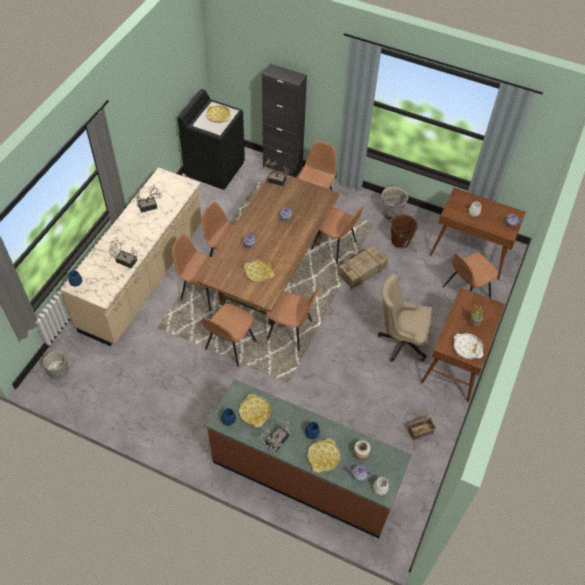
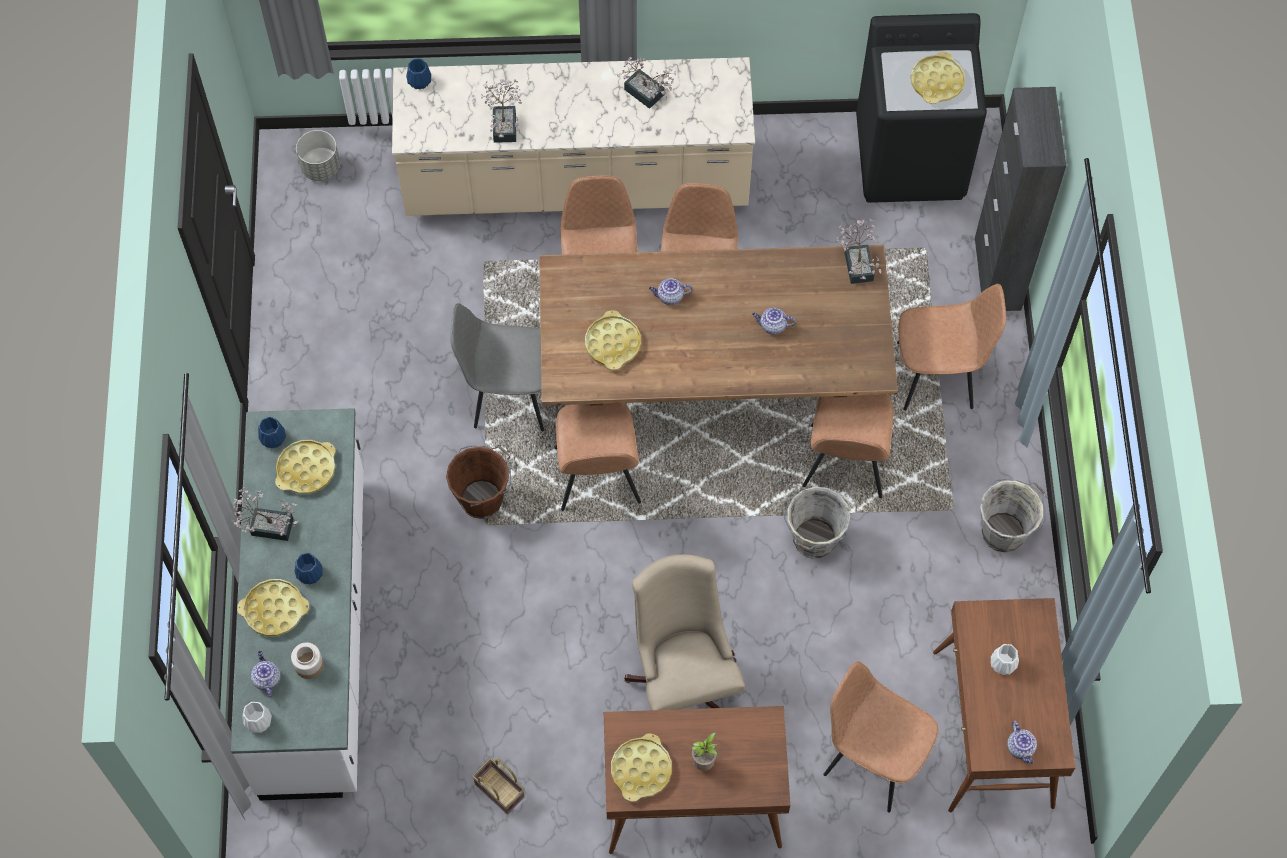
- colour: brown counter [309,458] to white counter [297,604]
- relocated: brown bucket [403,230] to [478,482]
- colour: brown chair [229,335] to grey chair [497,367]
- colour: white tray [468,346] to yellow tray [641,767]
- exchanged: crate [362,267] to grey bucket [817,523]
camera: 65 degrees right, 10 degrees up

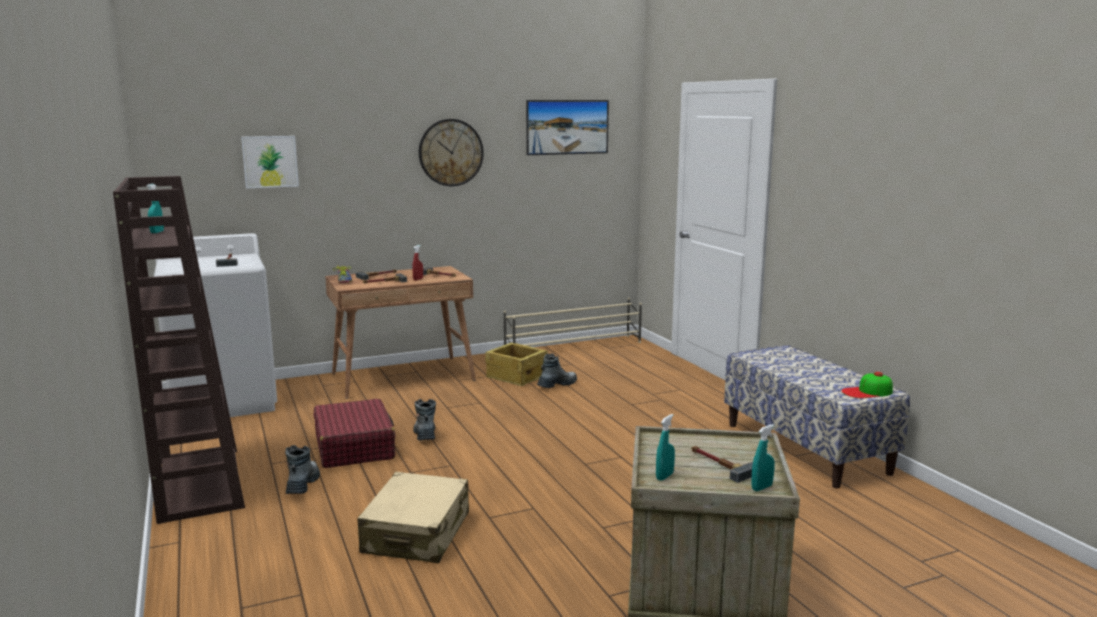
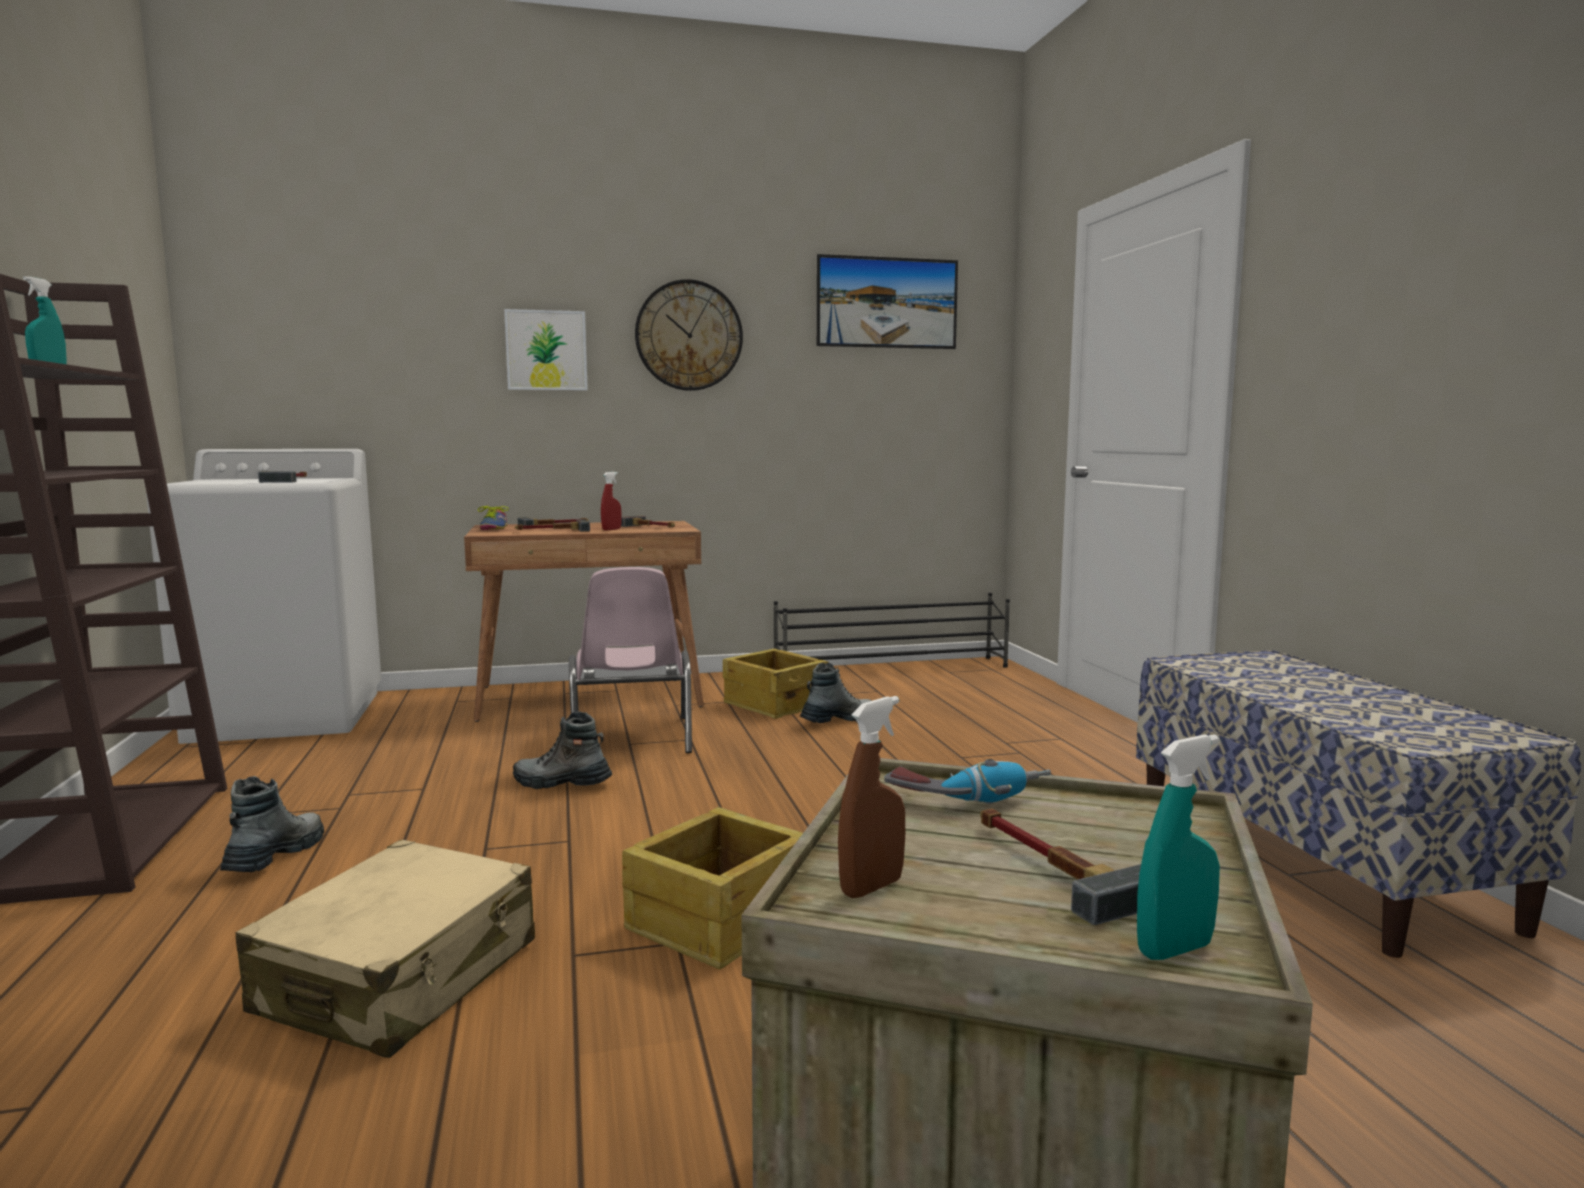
- relocated: picture [270,162] to [546,350]
- spun: boot [424,419] = [562,750] 75 degrees counterclockwise
- appeared: pink chair [630,660]
- appeared: crate [712,888]
- colour: beige shoe rack [573,322] to black shoe rack [892,630]
- colour: turquoise spray bottle [665,447] to brown spray bottle [871,797]
- appeared: power drill [967,781]
- missing: red suitcase [354,433]
- missing: cap [867,385]
camera: 10 degrees right, 5 degrees down

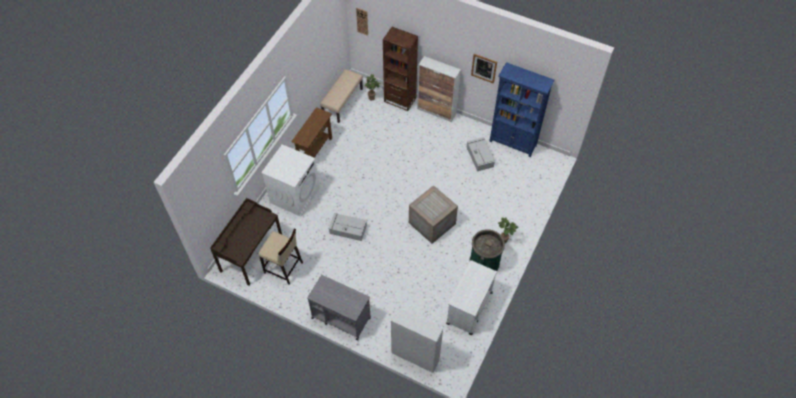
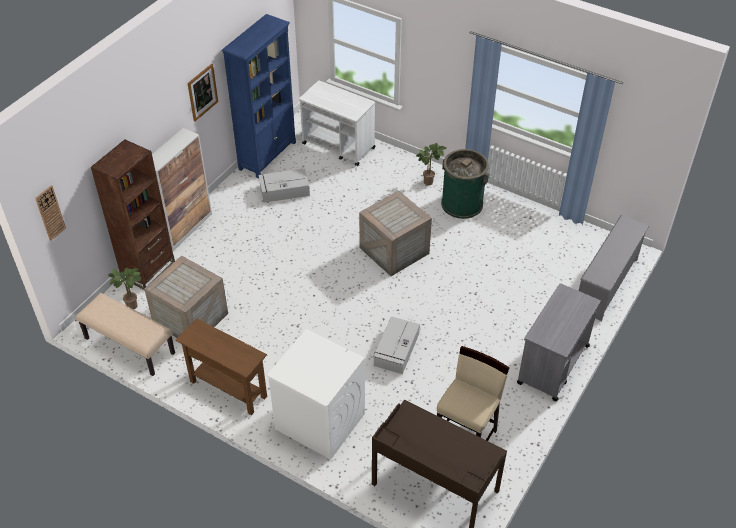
- appeared: crate [186,297]
- relocated: white cart [471,297] to [337,123]
- exchanged: cabinet [417,340] to grey shoe rack [613,268]
camera: 85 degrees left, 10 degrees down

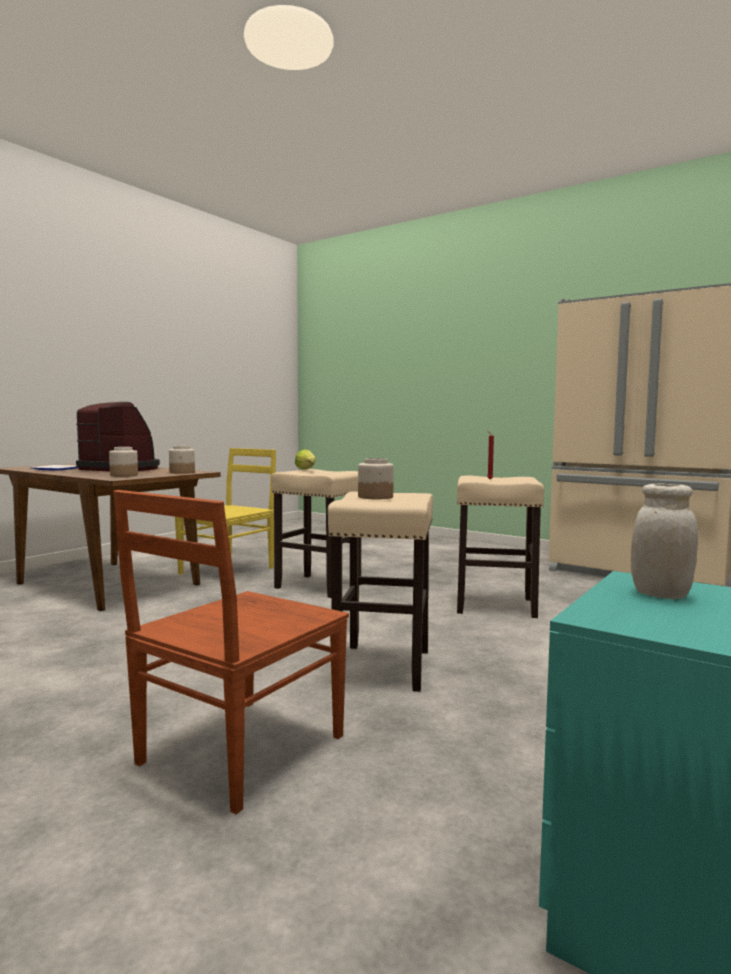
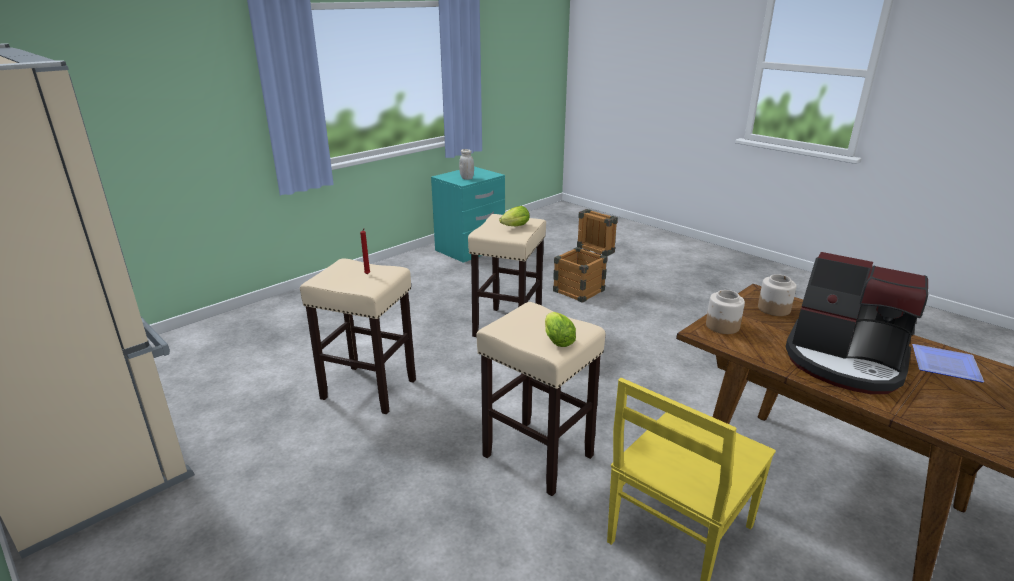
- exchanged: jar [376,478] to lettuce [514,216]
- exchanged: brown chair [231,652] to crate [585,256]
camera: 170 degrees left, 20 degrees up

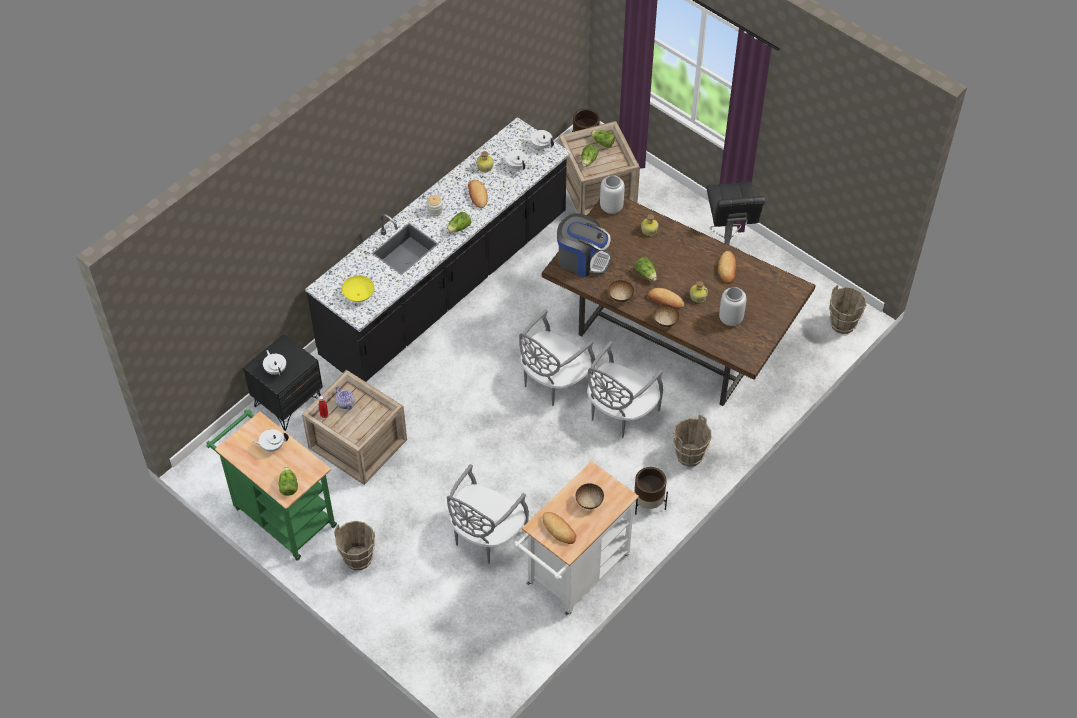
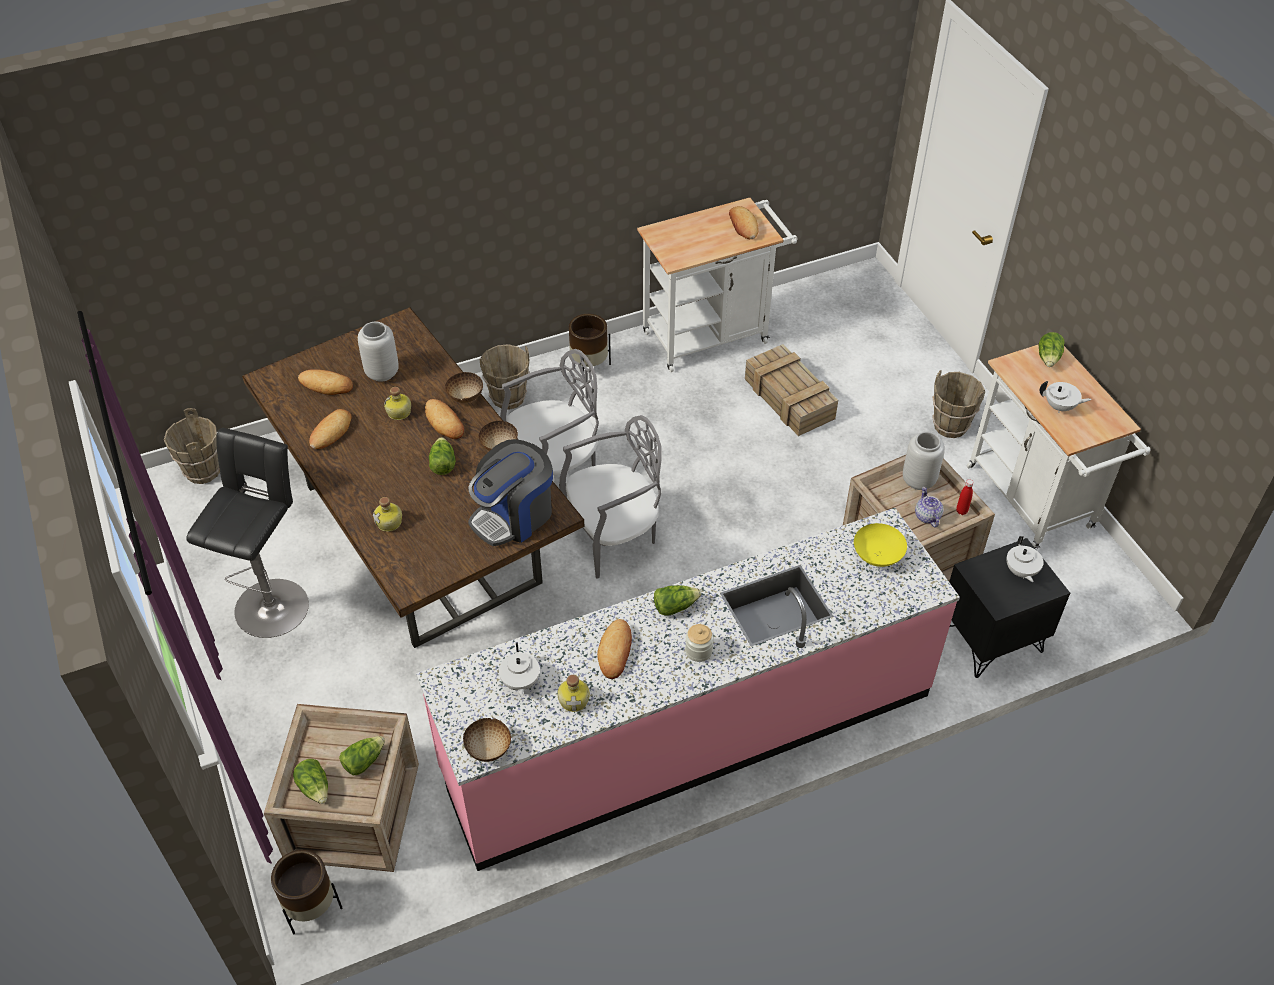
- appeared: bread [325,382]
- colour: black counter [438,249] to pink counter [688,689]
- relocated: bowl [589,496] to [487,740]
- spun: coffee machine [584,245] = [510,492] 90 degrees counterclockwise
- exchanged: grey chair [488,514] to crate [791,390]
- relocated: grey vase [612,194] to [924,461]
- colour: green cart [271,485] to white cart [1058,446]
- missing: white teapot [541,139]
camera: 155 degrees left, 5 degrees down

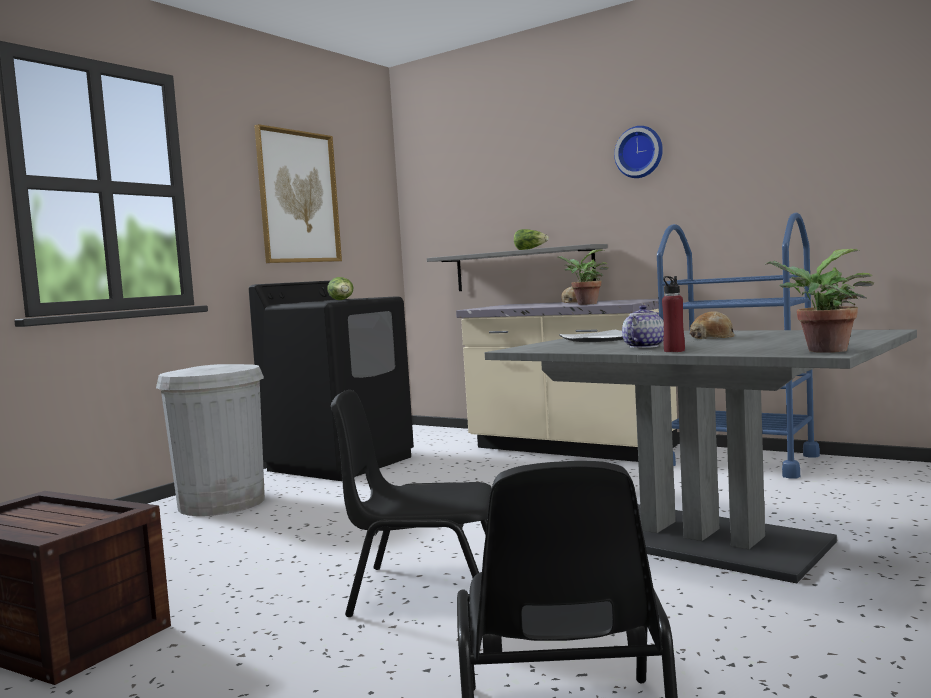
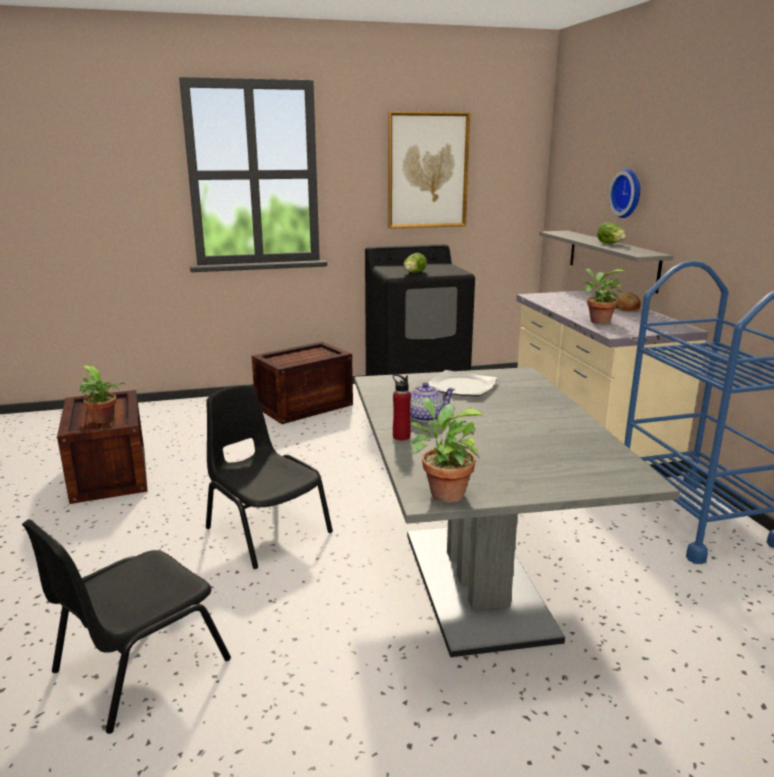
- appeared: potted plant [102,394]
- exchanged: white trash can [210,440] to crate [302,383]
- relocated: wall clock [638,152] to [624,193]
- missing: bread [712,325]
camera: 40 degrees right, 15 degrees up

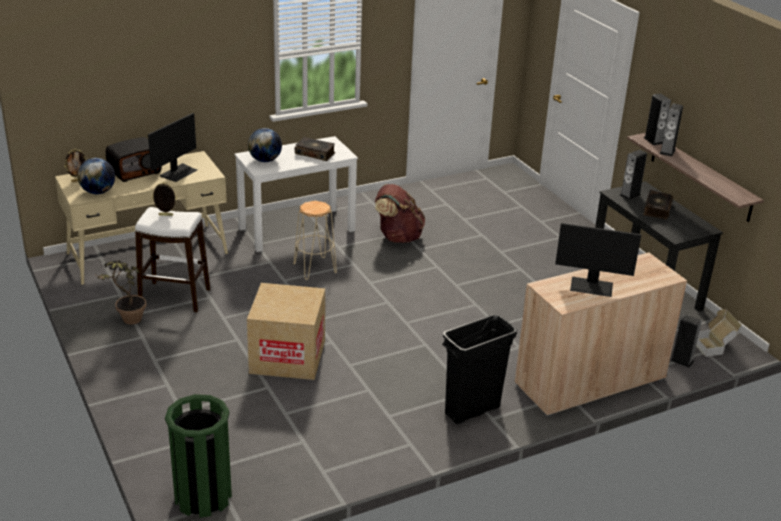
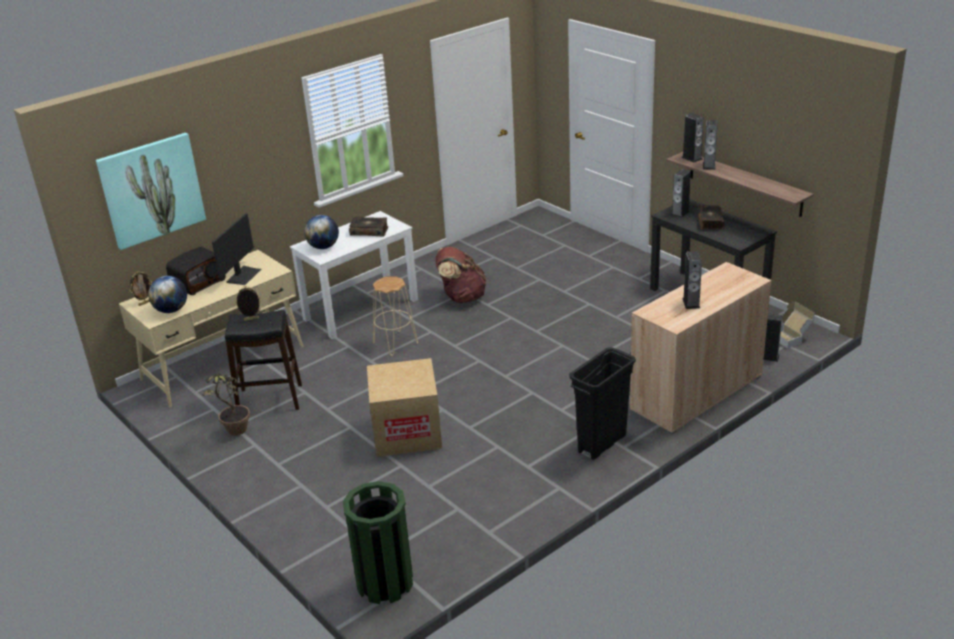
- appeared: picture [151,191]
- colour: white stool [172,259] to black stool [263,360]
- exchanged: monitor [598,260] to speaker [692,280]
camera: 10 degrees left, 0 degrees up

